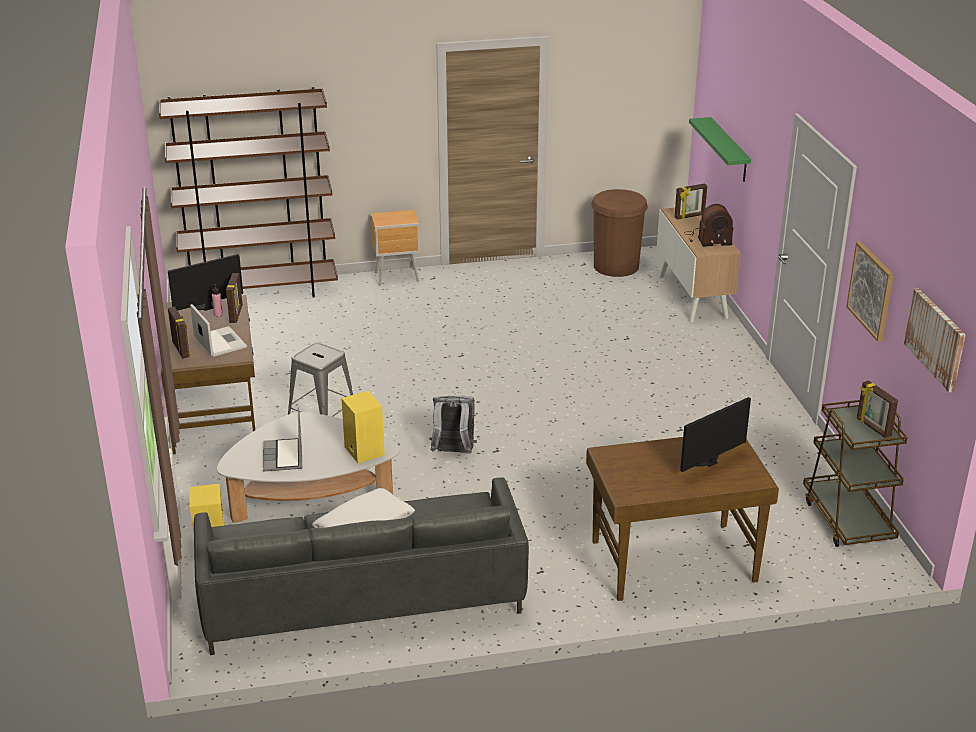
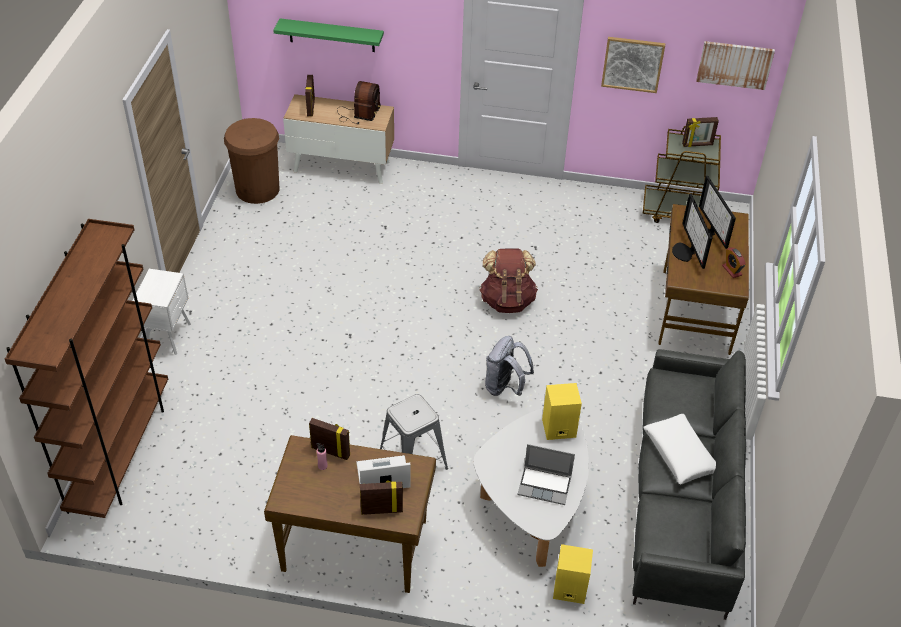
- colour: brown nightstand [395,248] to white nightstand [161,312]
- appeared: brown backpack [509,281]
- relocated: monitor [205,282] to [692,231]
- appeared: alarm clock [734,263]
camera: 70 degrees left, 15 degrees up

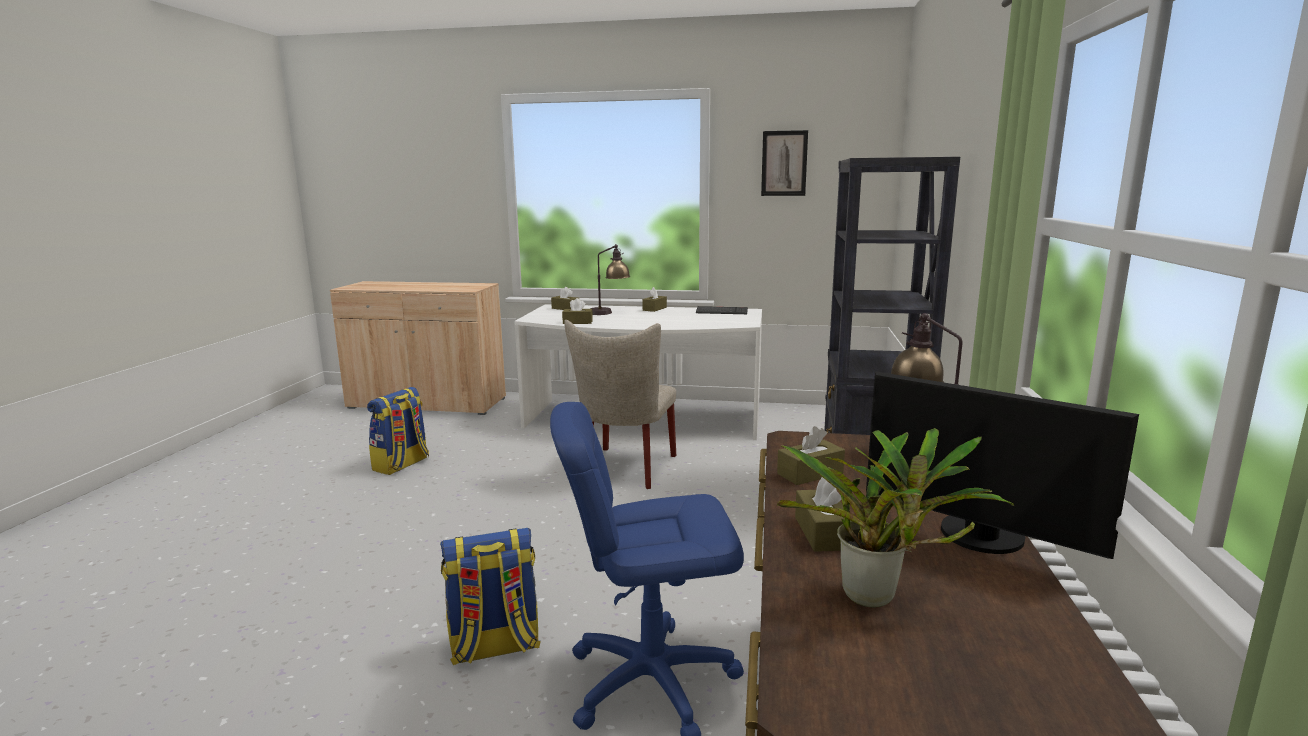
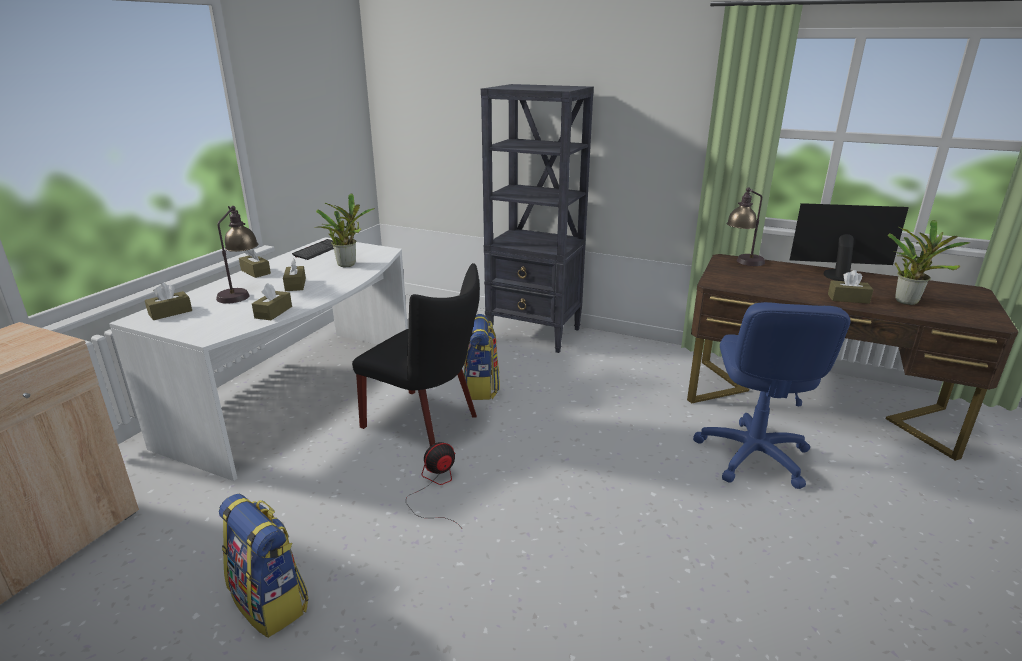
- relocated: brown tissue box [811,455] to [294,274]
- appeared: potted plant [344,230]
- colour: beige chair [620,404] to black chair [416,354]
- appeared: fan [433,484]
- relocated: backpack [490,596] to [482,357]
- spun: monitor [1002,465] = [849,242] 135 degrees counterclockwise
- missing: picture [784,163]
camera: 75 degrees left, 10 degrees up

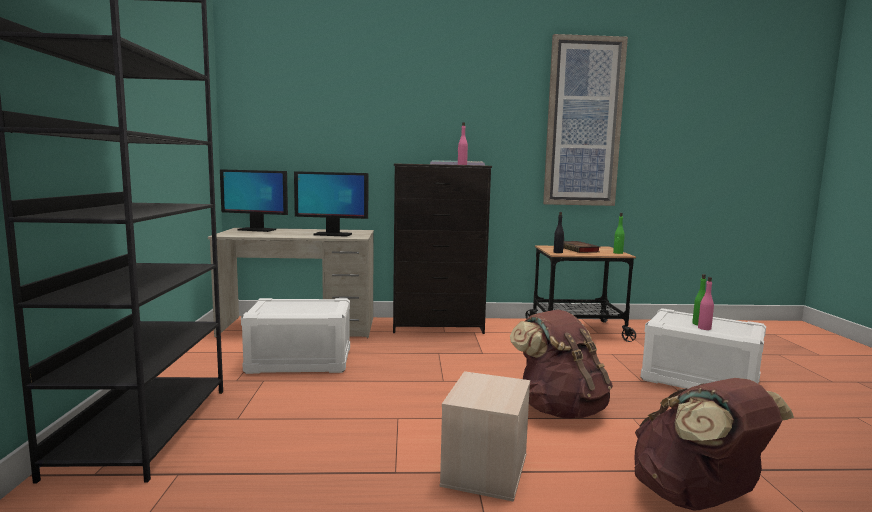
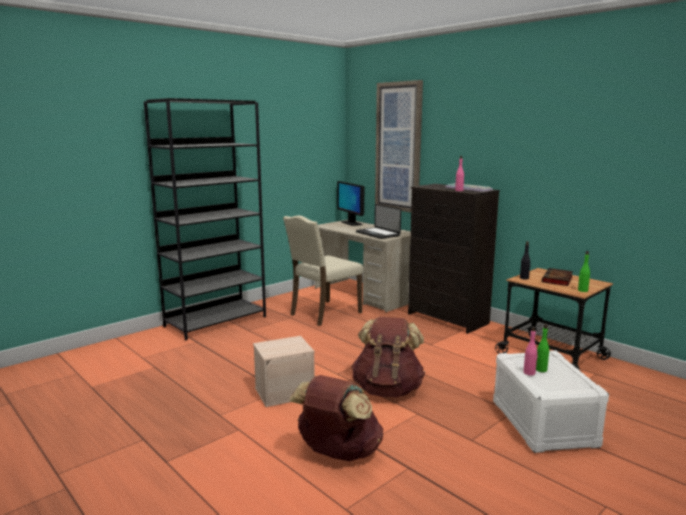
- exchanged: white storage box [295,336] to beige chair [323,270]
- exchanged: monitor [331,204] to laptop [378,221]
- relocated: picture [585,120] to [399,146]
camera: 50 degrees right, 5 degrees up

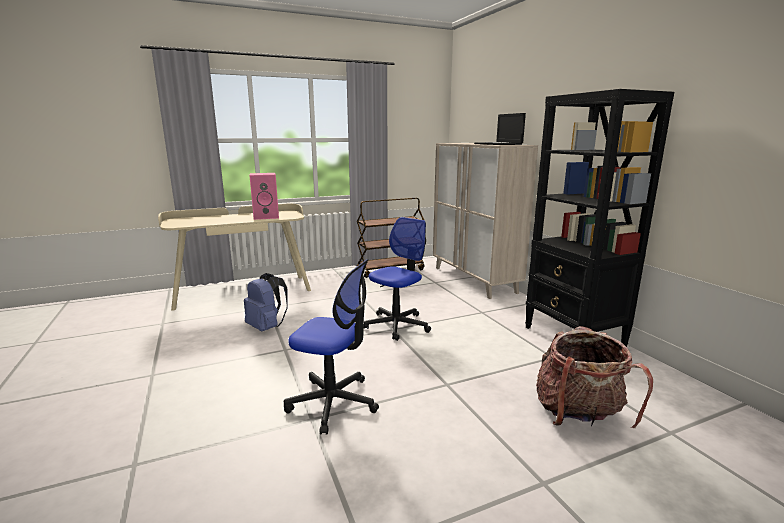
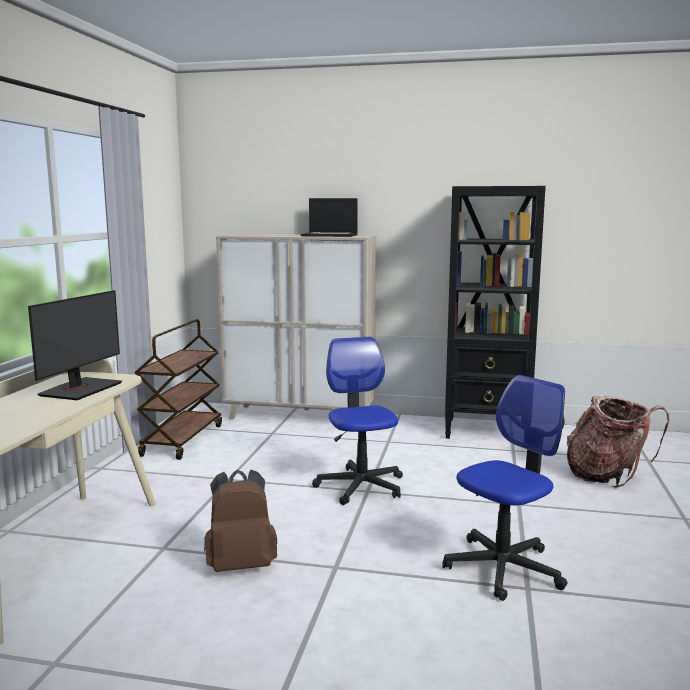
- exchanged: pink speaker [264,196] to monitor [75,345]
- colour: blue backpack [266,302] to brown backpack [240,520]
camera: 55 degrees left, 5 degrees down

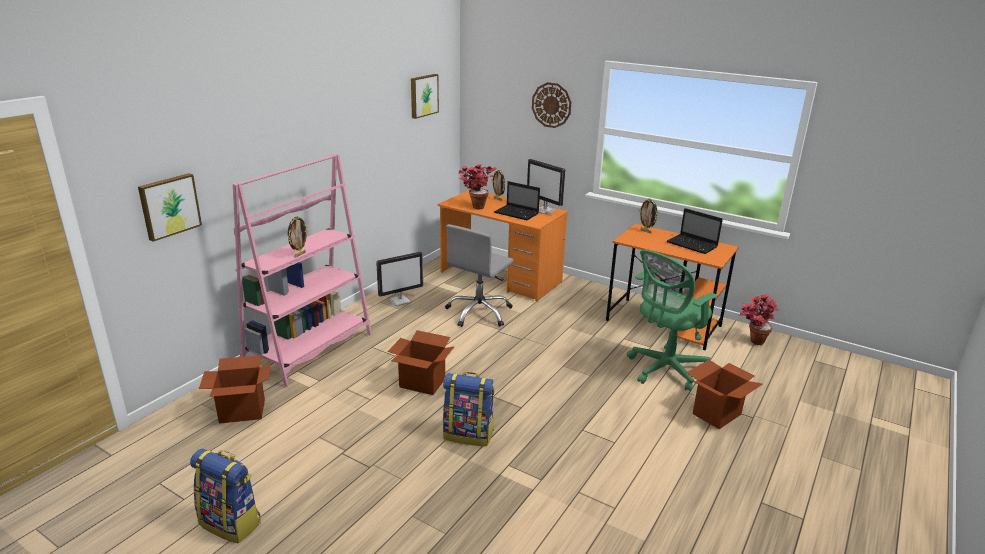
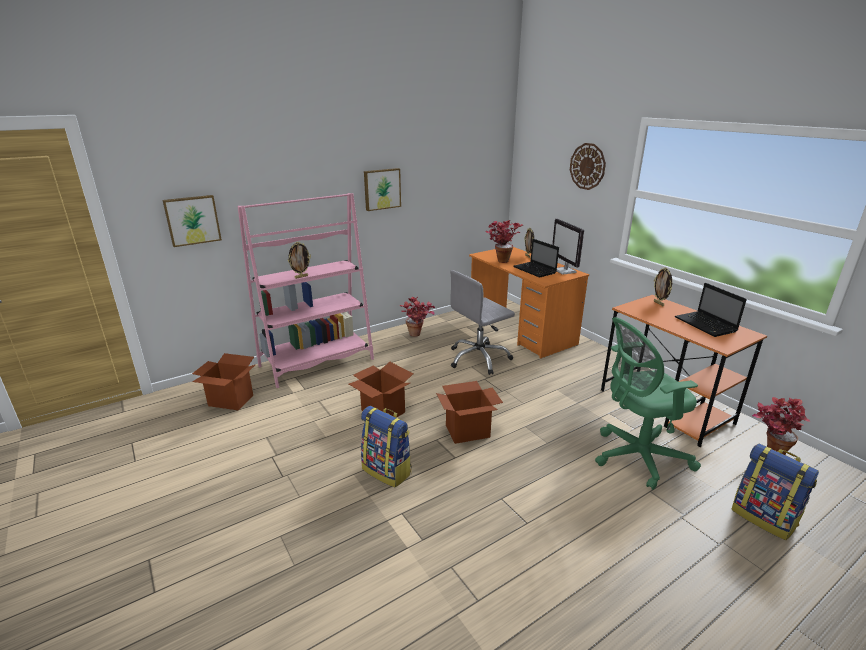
- relocated: picture [425,96] to [382,189]
- exchanged: monitor [399,279] to potted plant [417,317]
- relocated: cardboard box [724,394] to [469,412]
- relocated: backpack [225,496] to [775,491]
camera: 25 degrees right, 0 degrees up

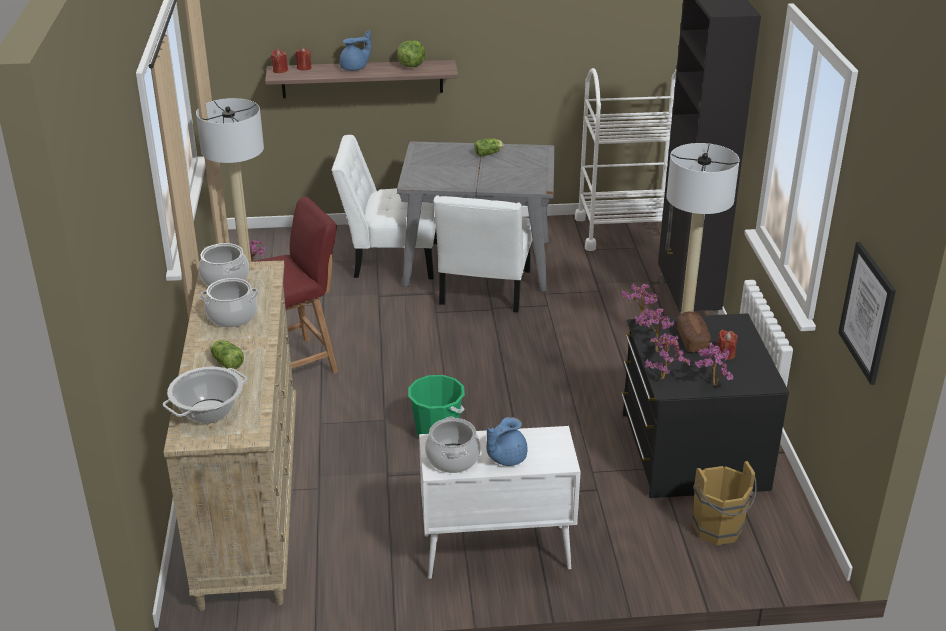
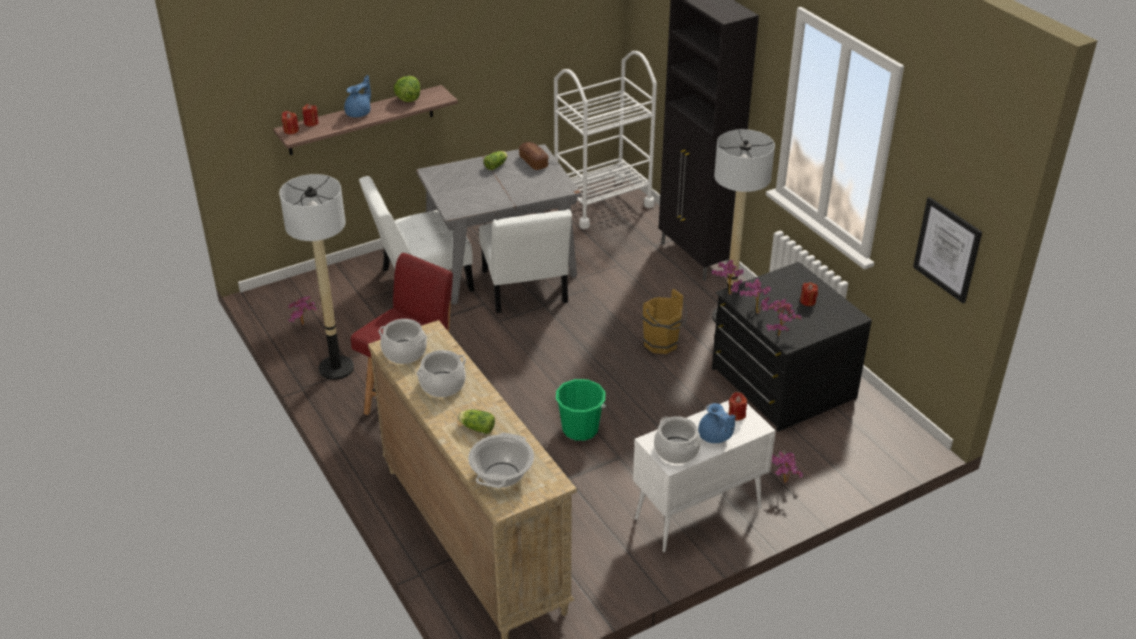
- relocated: bread [694,331] to [533,156]
- relocated: brown bucket [724,503] to [664,321]
- spun: blue teapot [507,441] = [716,423] 60 degrees counterclockwise
- appeared: red candle [737,406]
- relocated: potted plant [714,364] to [787,467]
camera: 25 degrees left, 5 degrees up

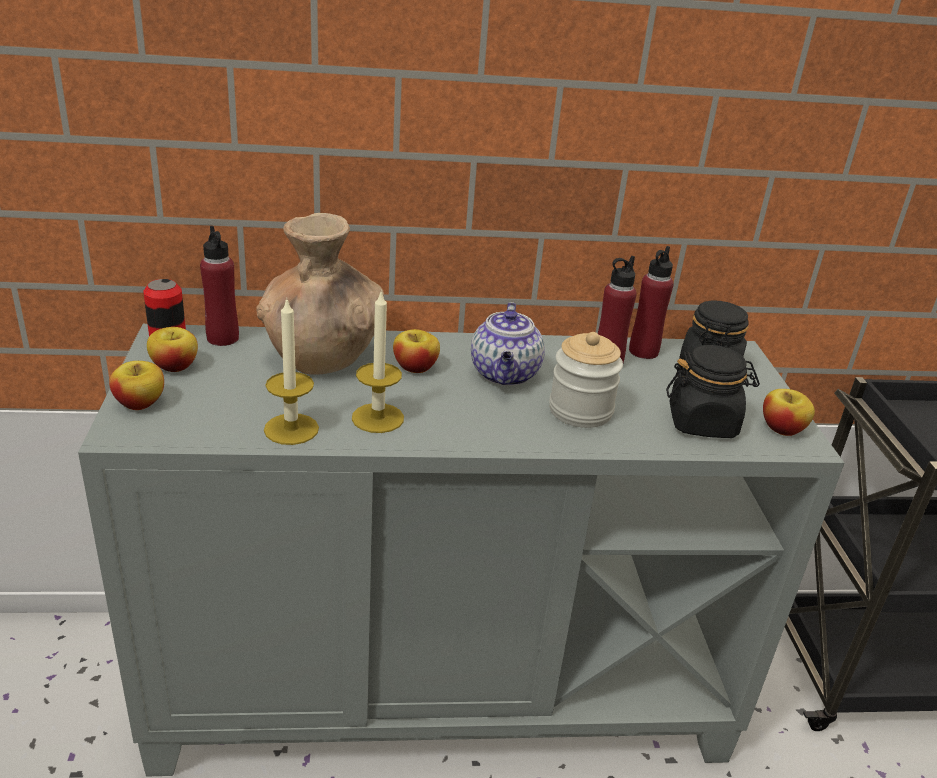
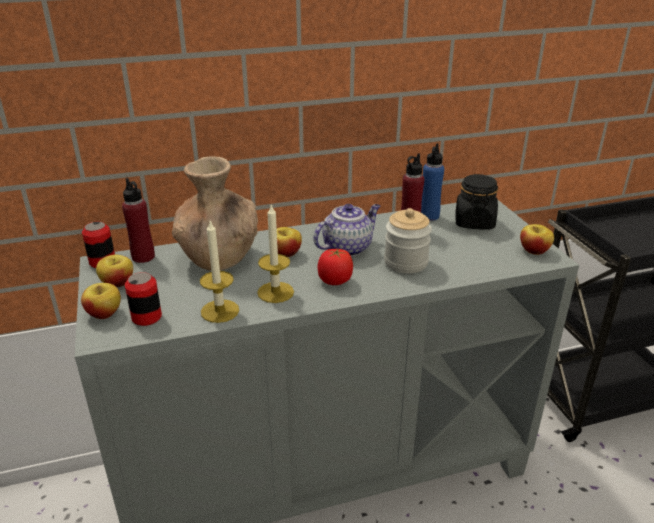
- appeared: can [143,299]
- spun: teapot [508,344] = [346,230] 120 degrees counterclockwise
- appeared: tomato [335,266]
- colour: red bottle [651,302] to blue bottle [432,182]
- missing: black jar [713,391]
camera: 10 degrees left, 0 degrees up

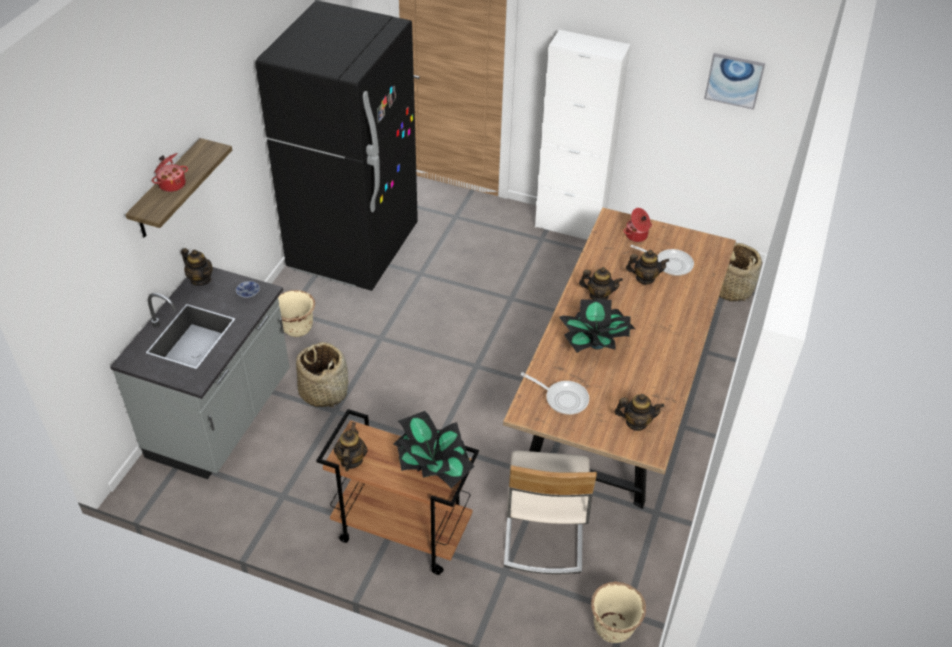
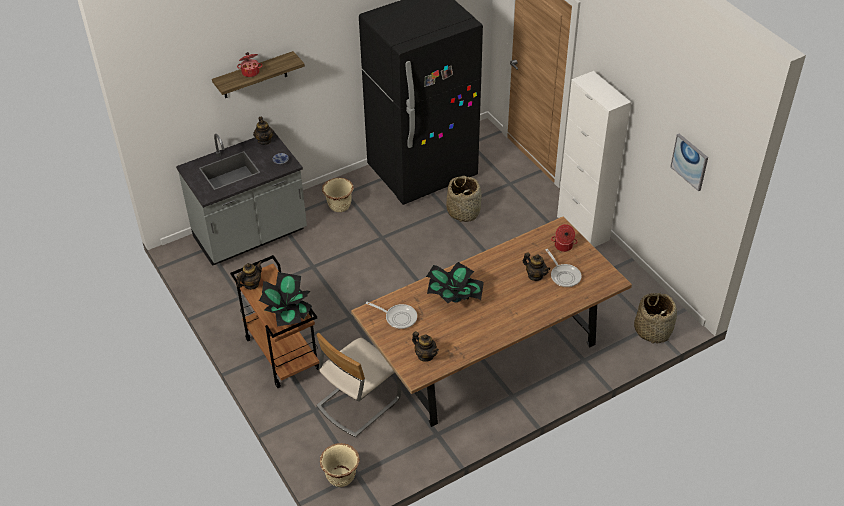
- spun: frying pan [554,393] = [391,315] 45 degrees counterclockwise
- relocated: basket [322,374] to [464,199]
- missing: teapot [601,283]
camera: 40 degrees right, 0 degrees up

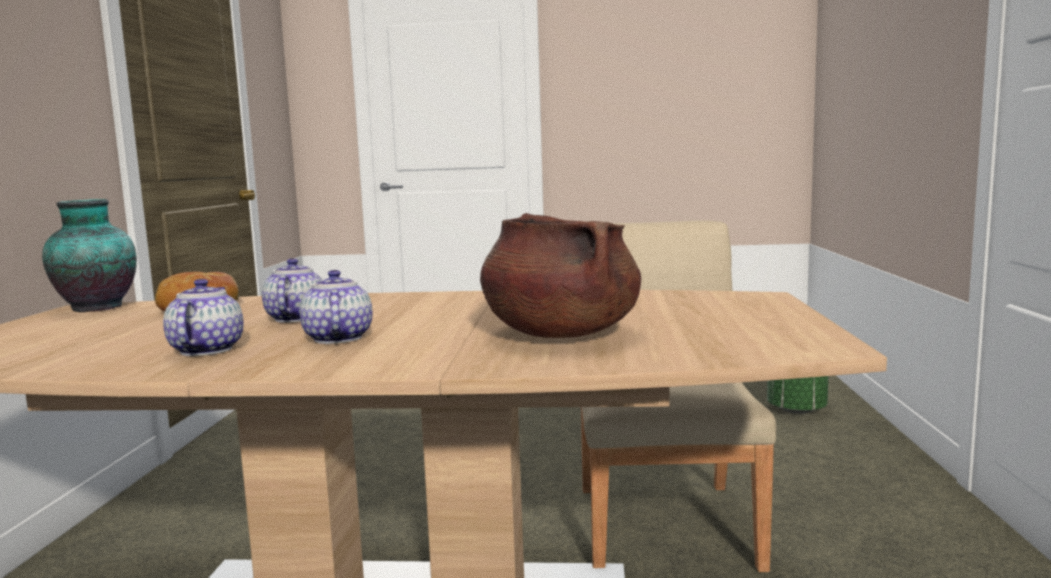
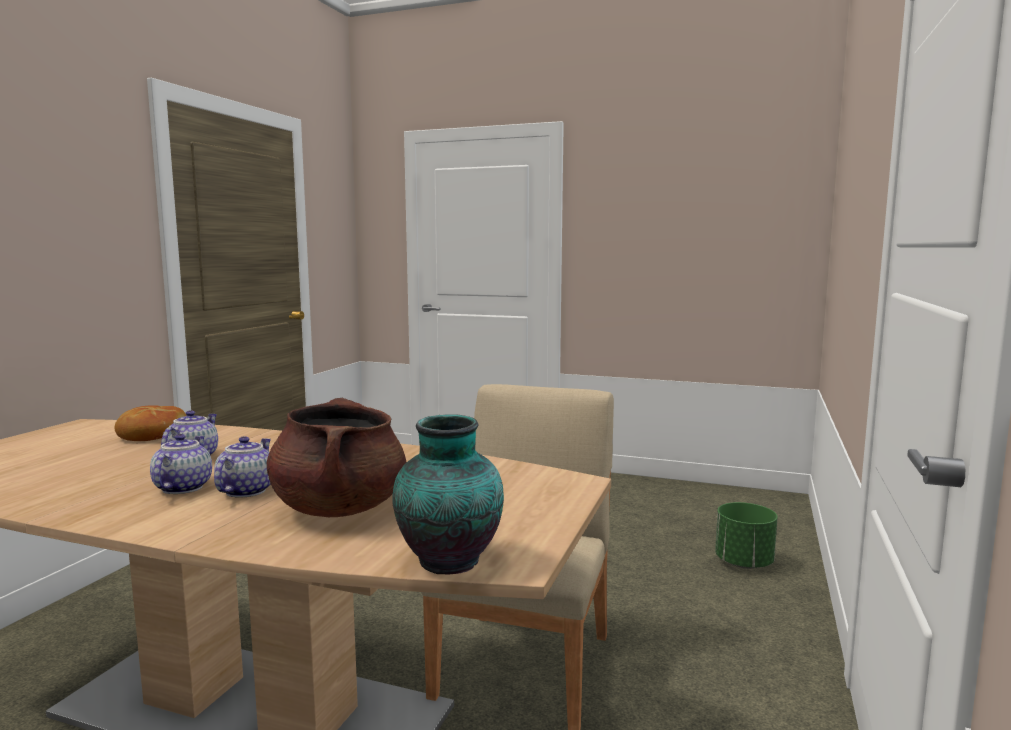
- relocated: teapot [203,317] to [242,467]
- relocated: vase [89,255] to [448,494]
camera: 15 degrees right, 0 degrees up

